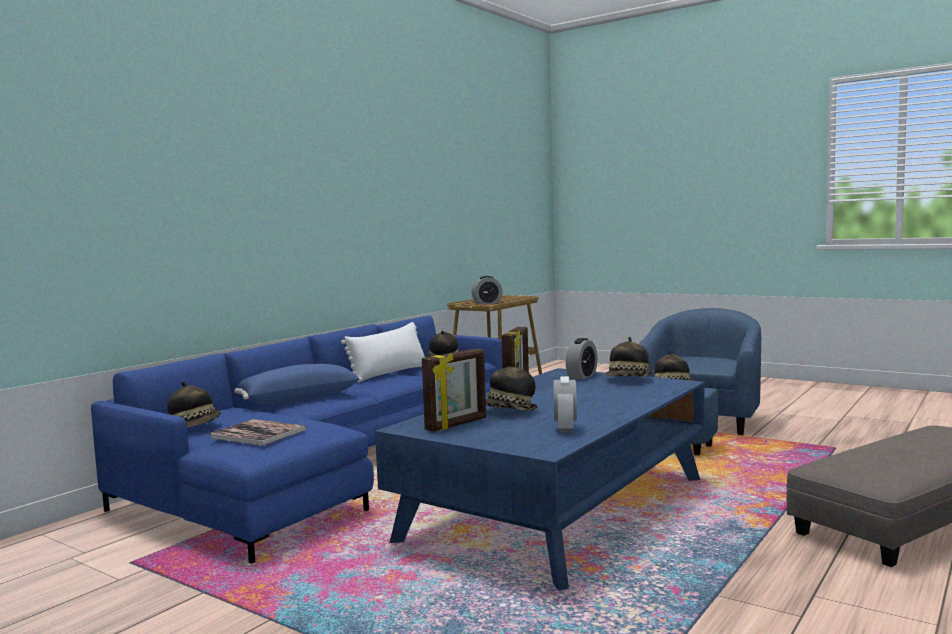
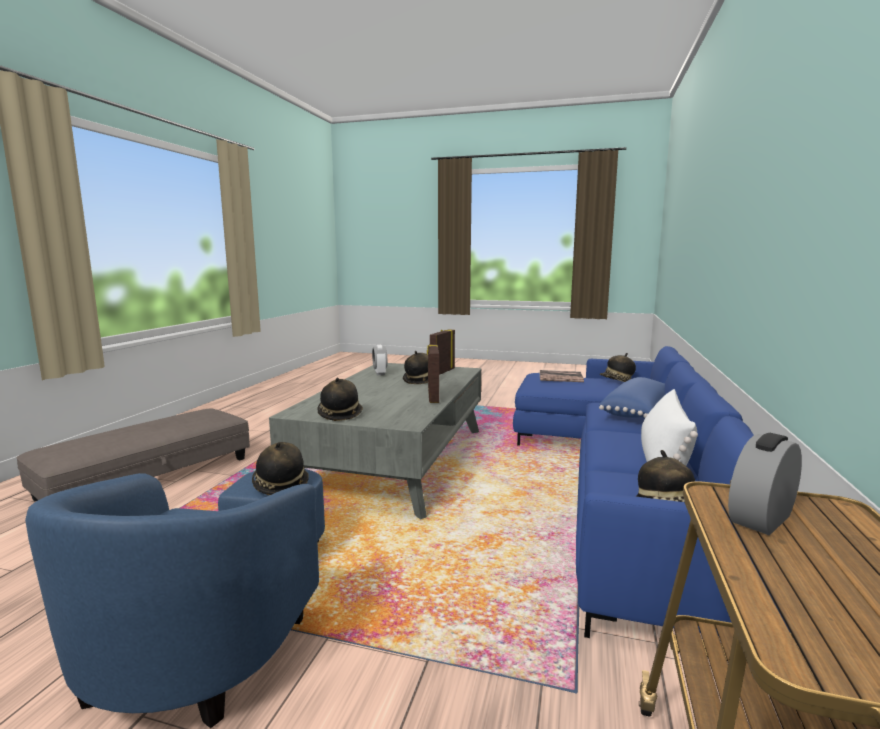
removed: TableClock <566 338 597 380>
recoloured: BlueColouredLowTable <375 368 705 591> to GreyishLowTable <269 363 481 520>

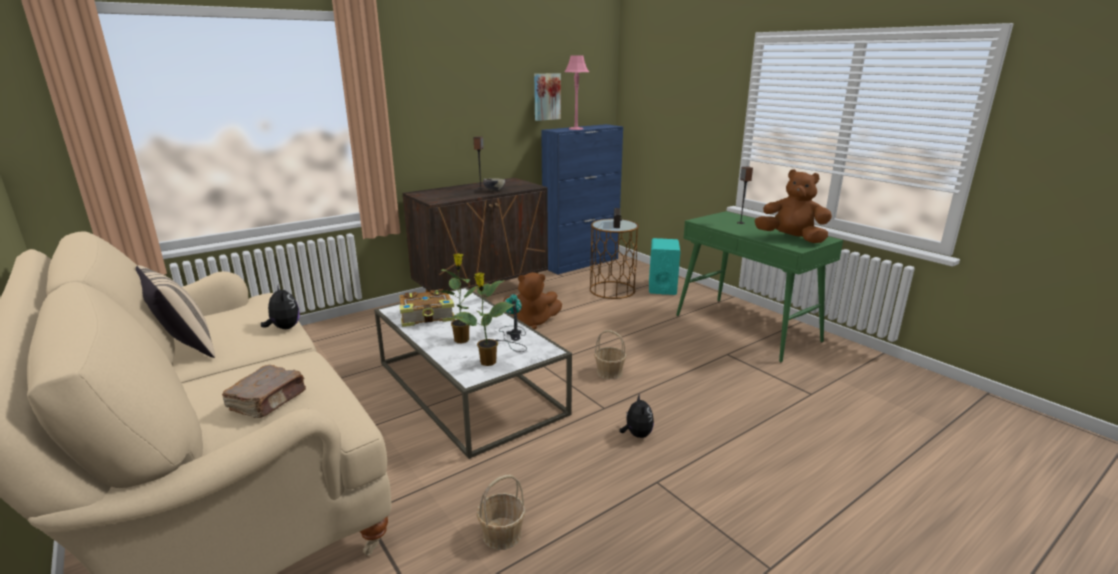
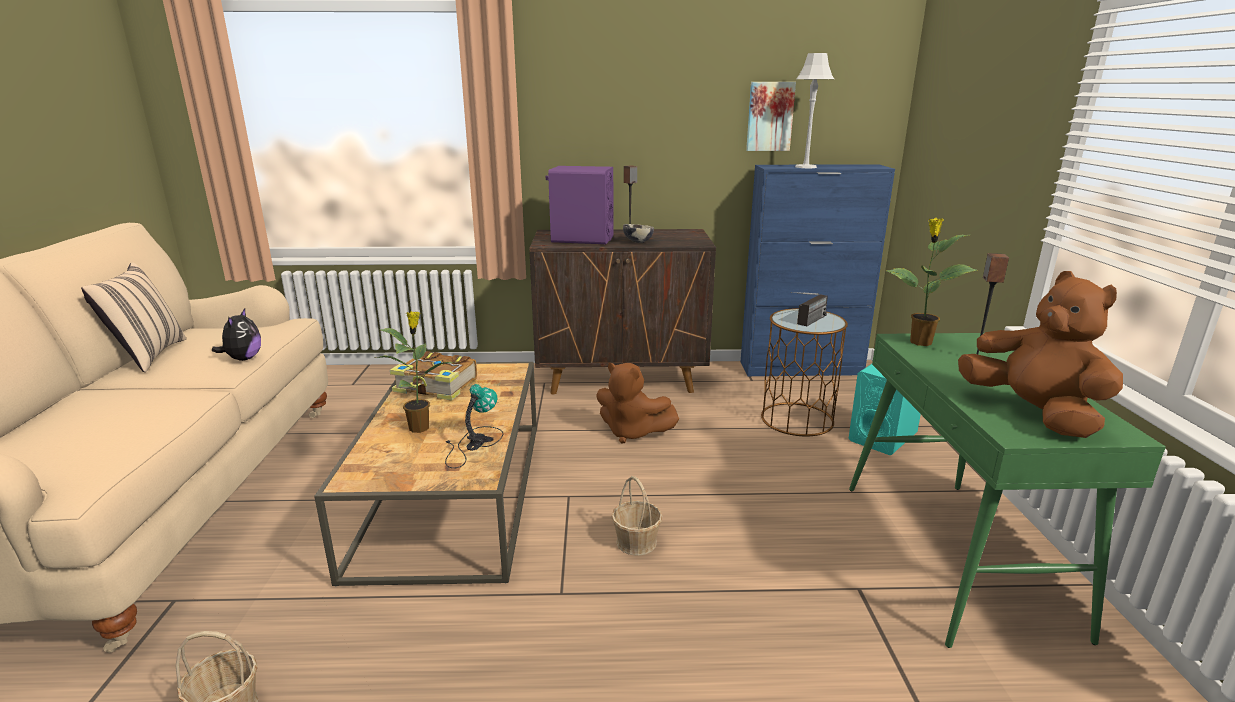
removed: BrownishVolume <222 365 306 418>; CuddlyToy <619 393 654 438>
added: PurpleColouredLoudspeaker <545 166 614 244>
moved: PlantInAPot <452 273 515 366> to <887 218 977 346>
recoloured: WhiteLowTable <374 287 572 459> to BrownishLowTable <314 362 537 586>; PinkTableLamp <564 56 589 130> to GreyishTableLamp <795 53 834 168>

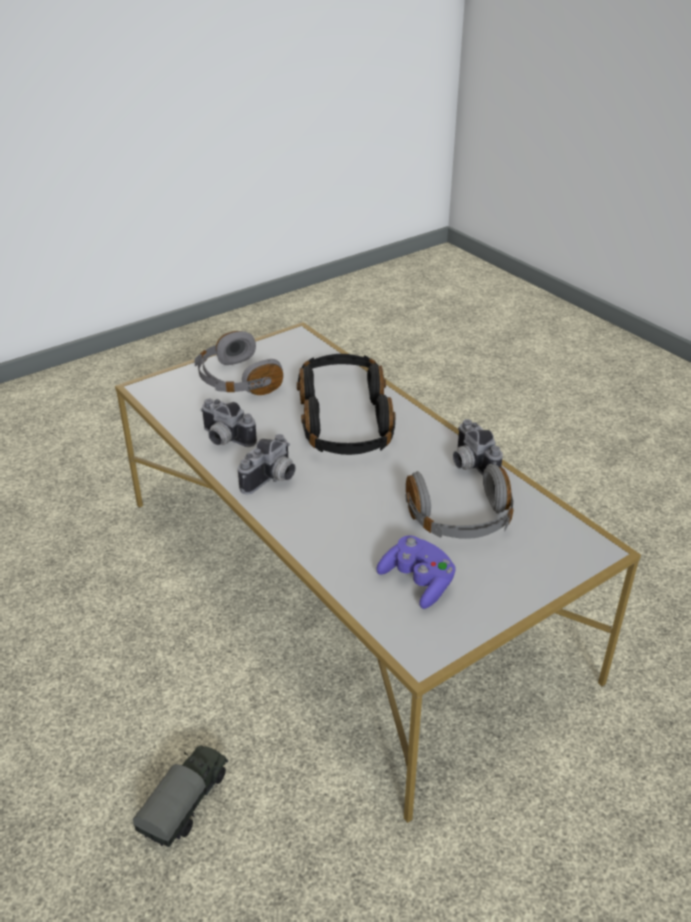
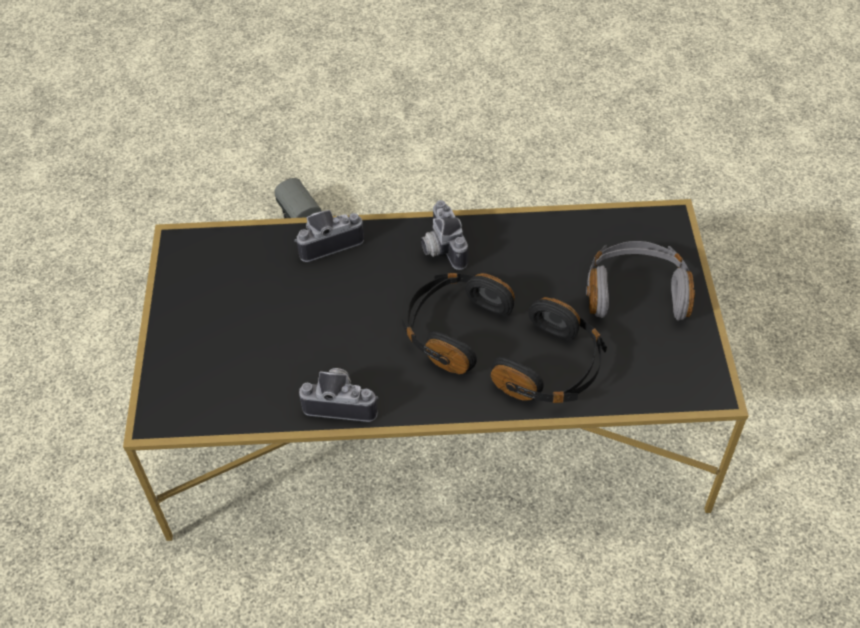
removed: PurpleColouredGameController <376 536 456 609>; GreyishPairOfHeadphones <405 464 513 539>
moved: StillCamera <200 399 257 447> to <294 210 364 262>
recoloured: WhiteLowTable <115 322 641 823> to BlackLowTable <123 199 749 541>

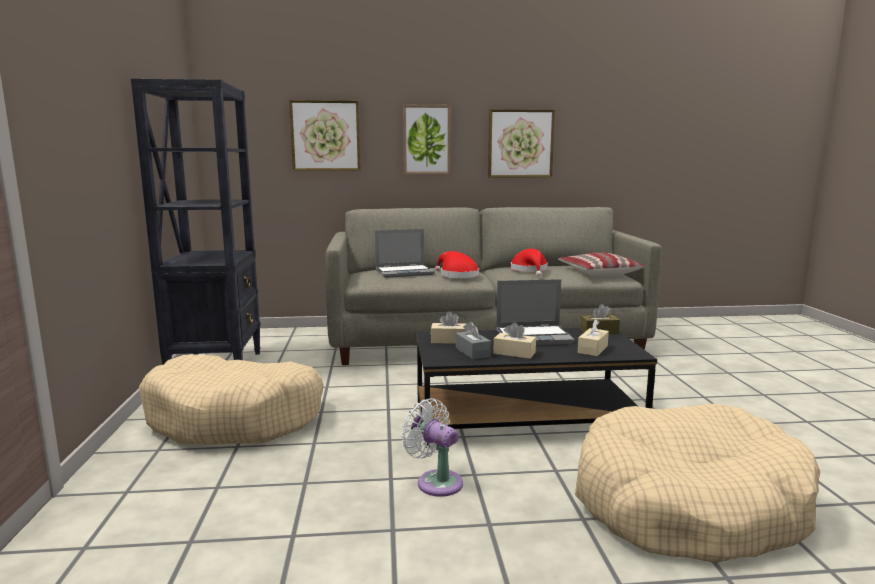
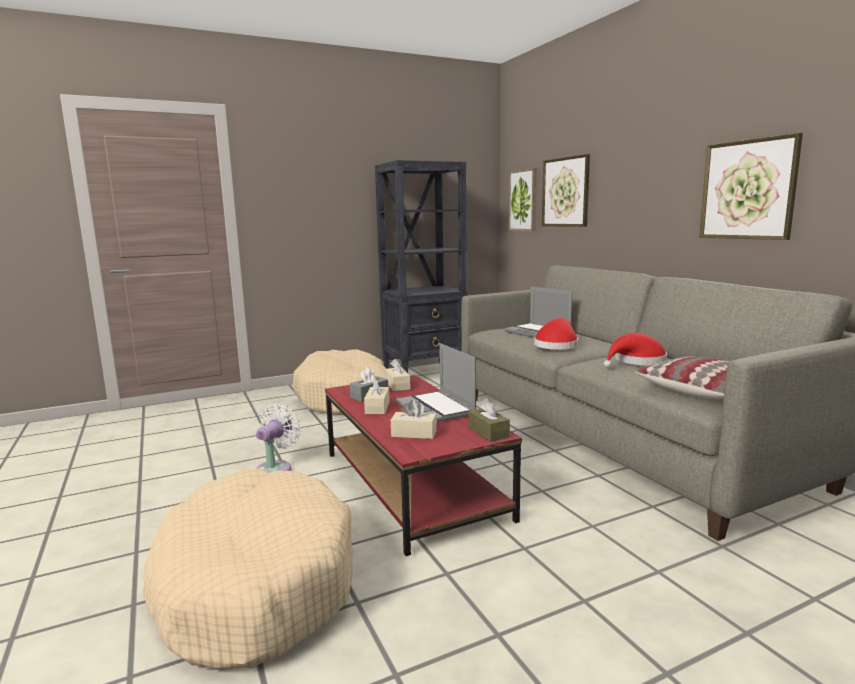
moved: WallArt <403 105 451 174> to <508 168 537 231>
recoloured: BlackLowTable <416 328 657 447> to RedLowTable <325 375 522 556>

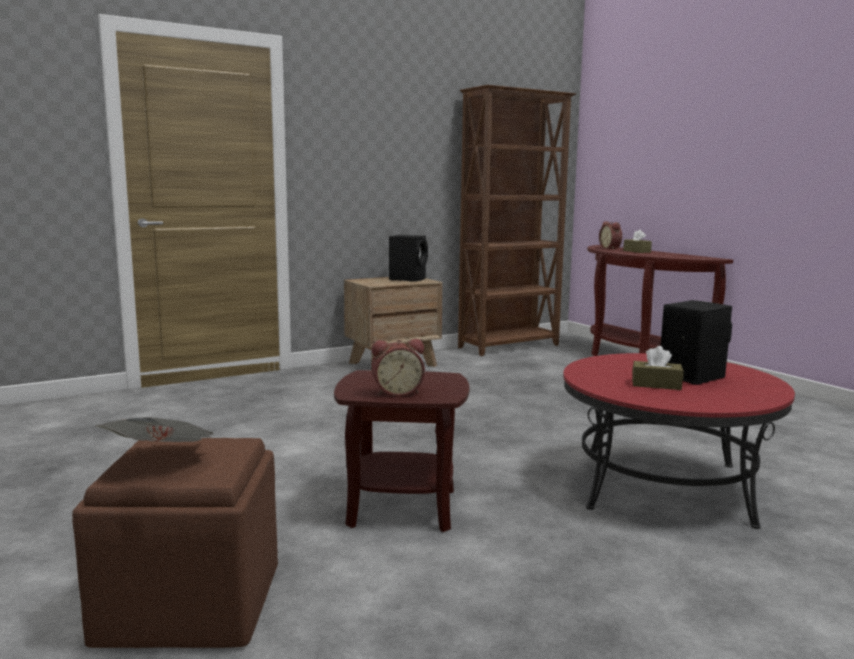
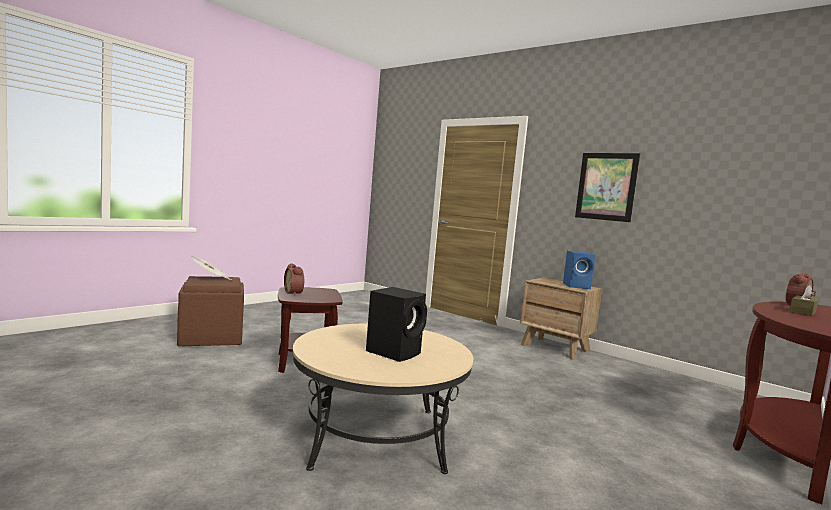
removed: BrownishBookshelf <458 85 576 356>; BrownishTissueBox <632 346 684 390>
added: WallArt <575 153 640 222>
recoloured: BlackLoudspeaker <389 235 428 282> to BlueColouredLoudspeaker <563 251 595 289>; RedLowTable <563 353 795 529> to BeigeLowTable <293 324 473 474>

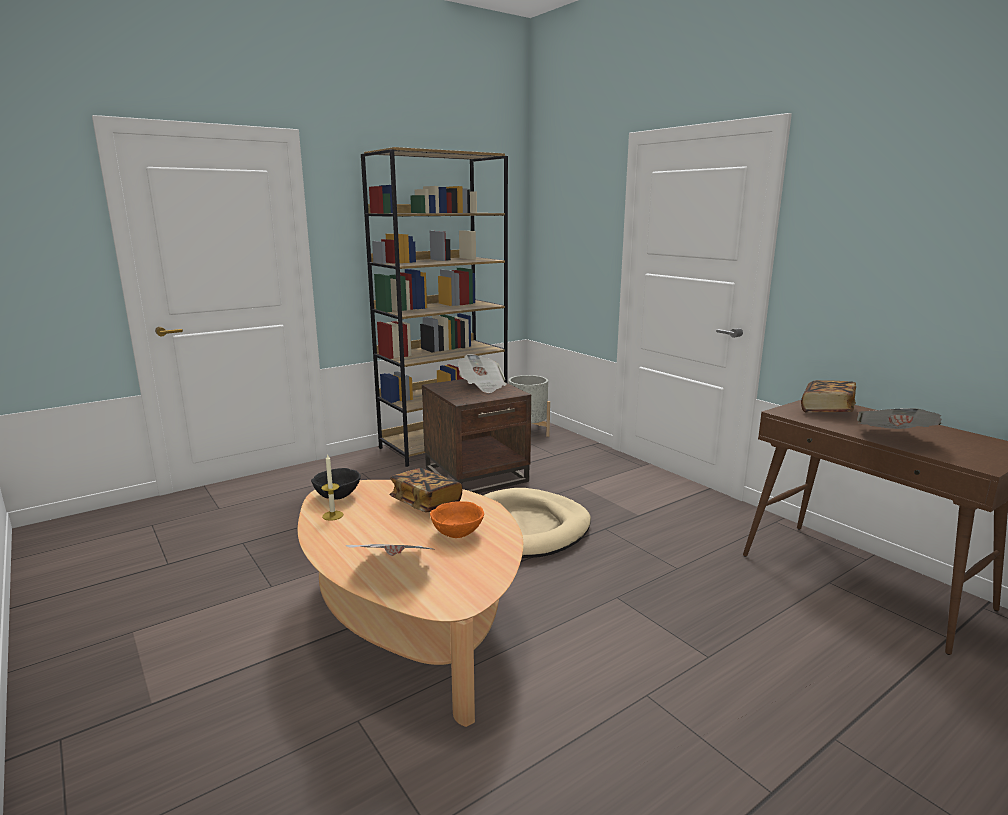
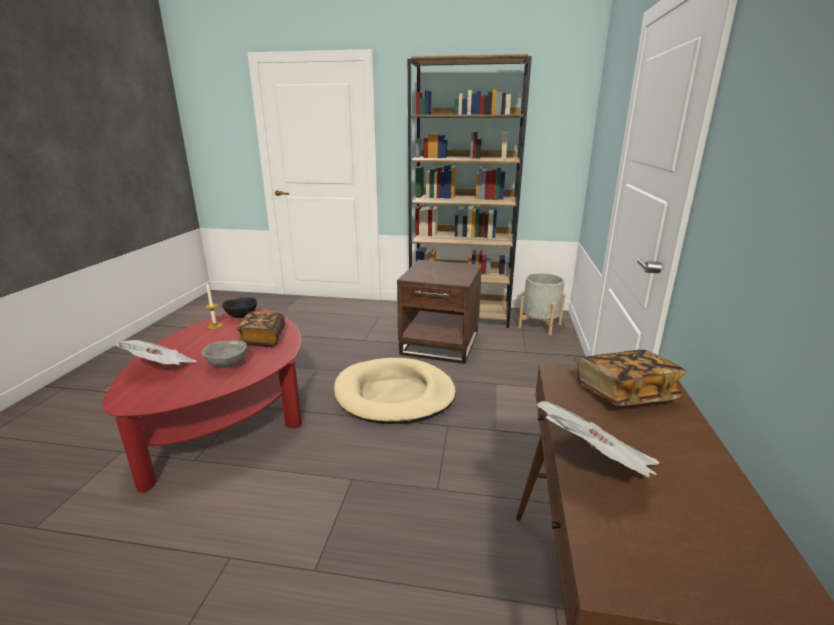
removed: PrintedPaper <458 354 507 393>
recoloured: BeigeLowTable <298 480 523 727> to RedLowTable <102 308 302 493>; OrangeyDeepDish <430 501 484 538> to GreyishDeepDish <202 340 247 368>

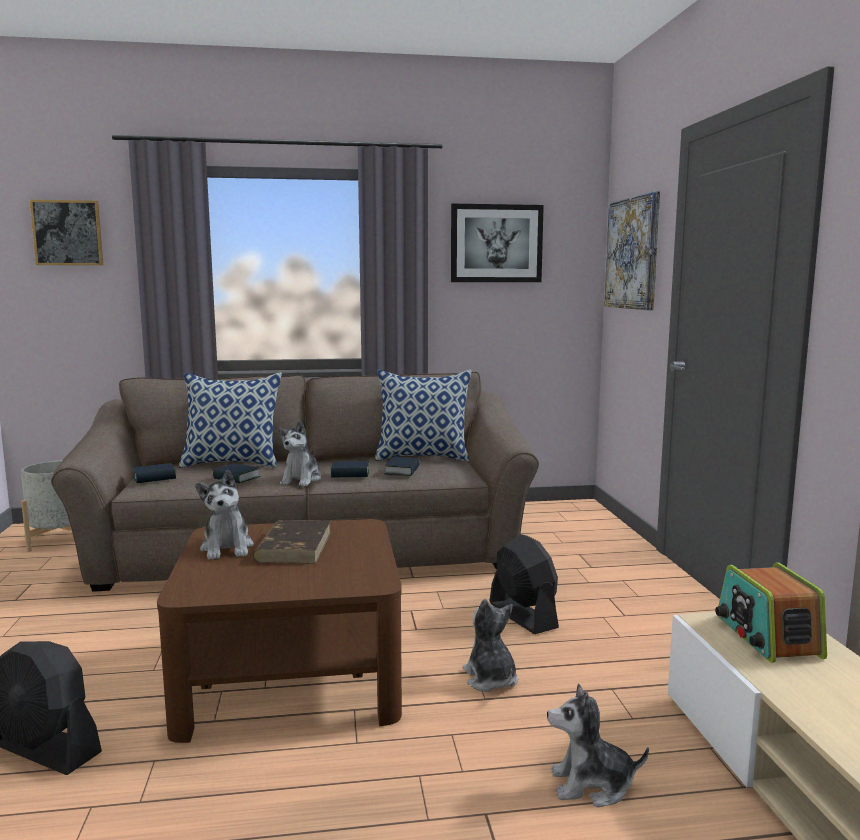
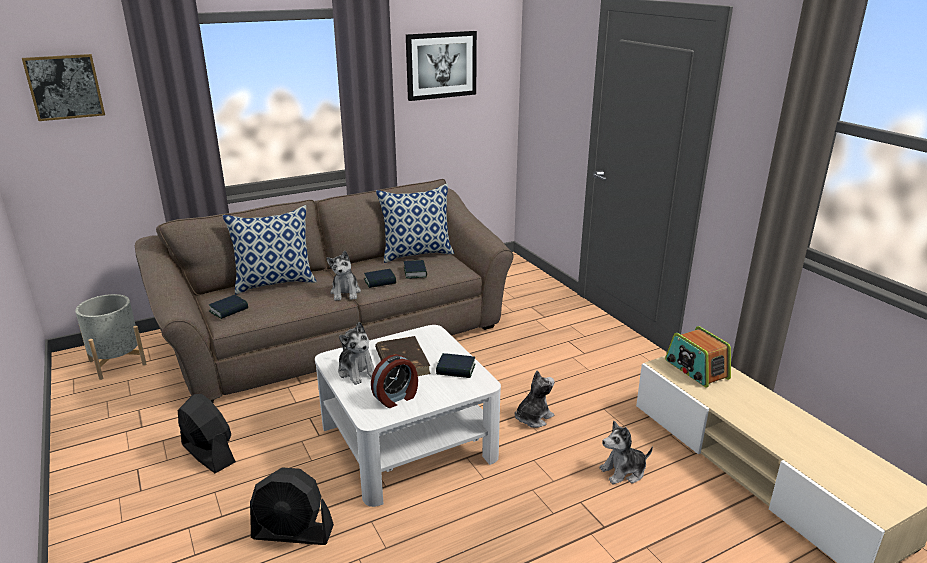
removed: WallArt <604 191 660 310>
added: TableClock <371 354 418 408>
moved: Volume <213 463 260 483> to <436 353 475 378>; BlackElectricFan <490 534 559 634> to <178 394 236 473>
recoloured: BrownishLowTable <157 519 402 743> to WhiteLowTable <315 325 501 507>
turned: CuddlyToy <463 599 518 692> = <515 370 555 428> 90 degrees clockwise

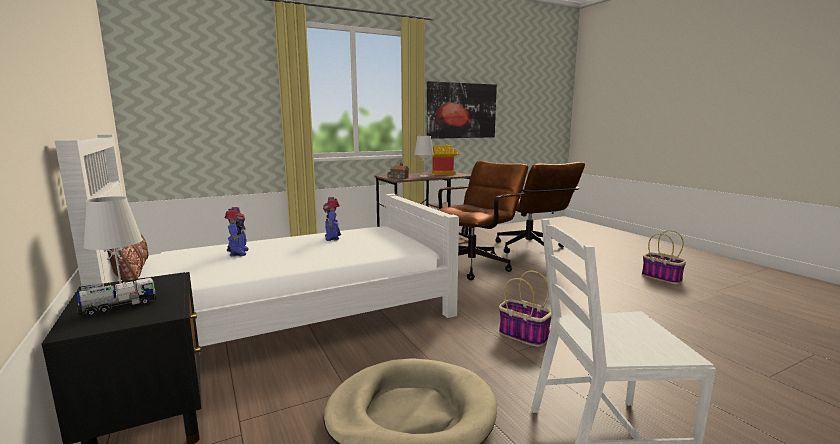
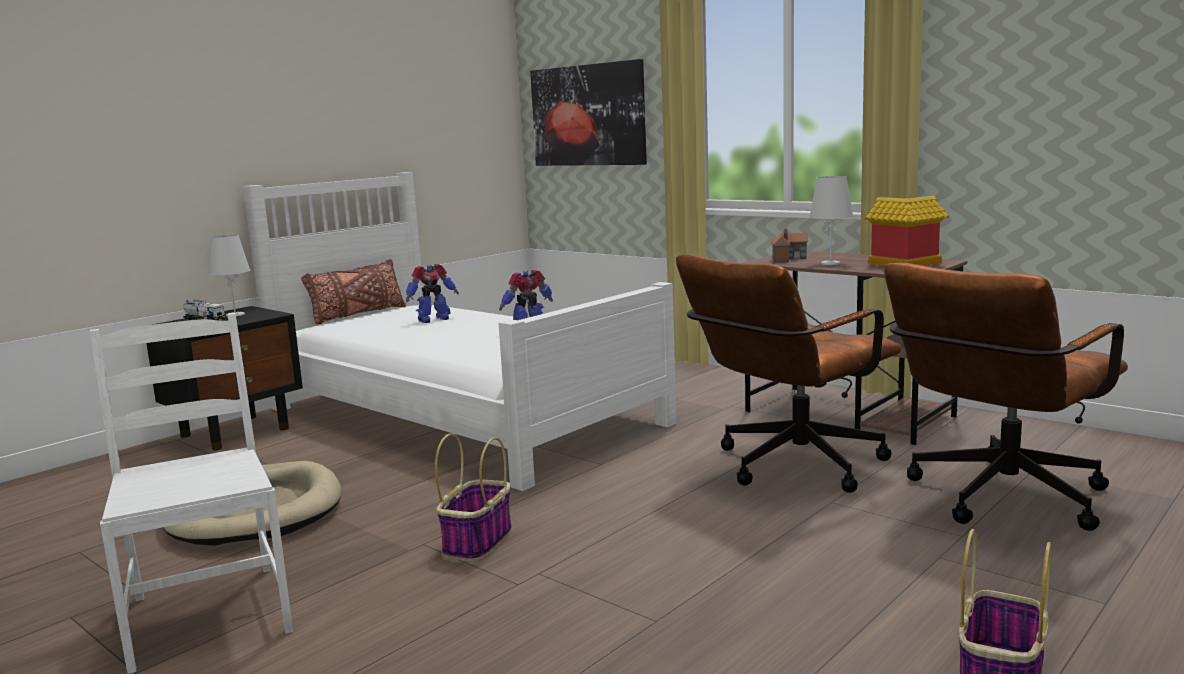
moved: WallArt <427 81 497 139> to <530 59 647 166>
turned: BrownishOfficeChair <437 161 528 280> = <676 254 902 493> 120 degrees clockwise

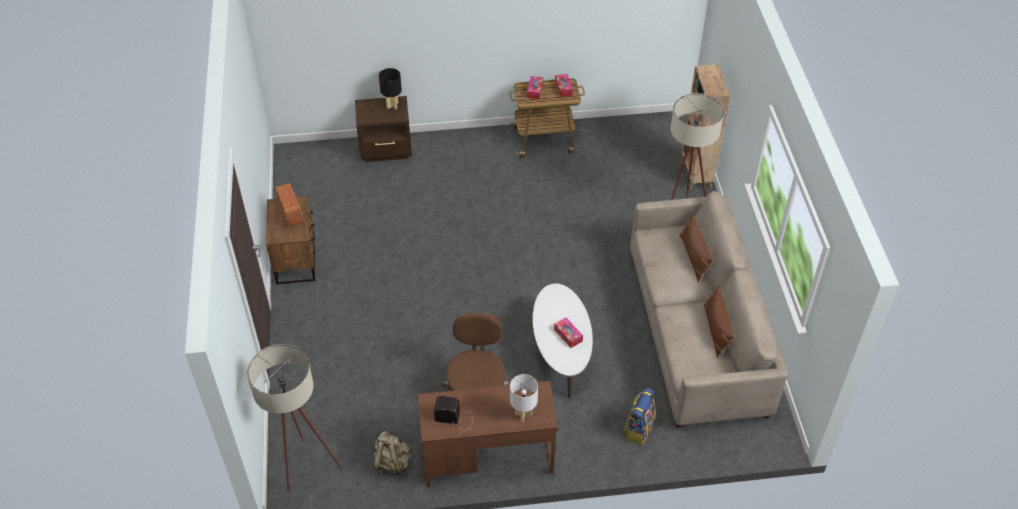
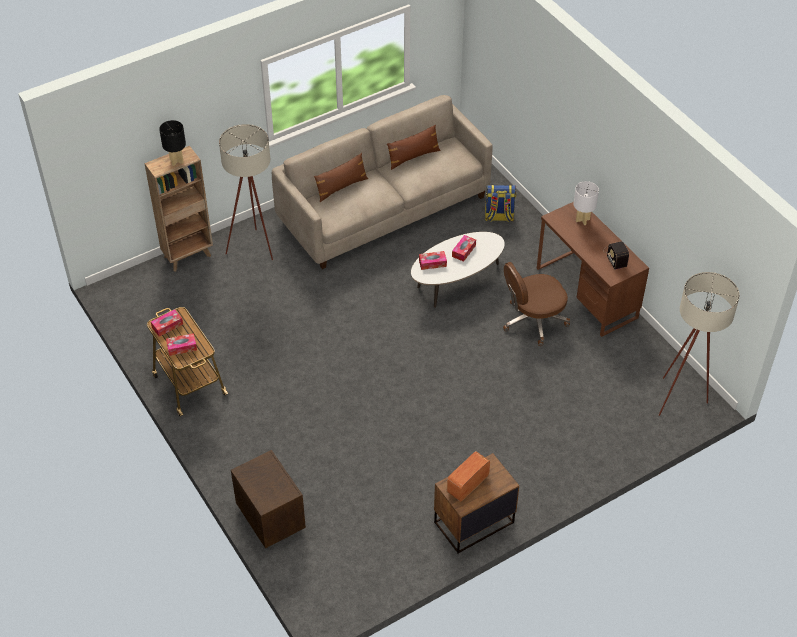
removed: BeigeKnapsack <373 431 411 475>
added: TissueBox <419 251 447 270>
moved: BlackTableLamp <379 68 402 109> to <159 120 186 166>

